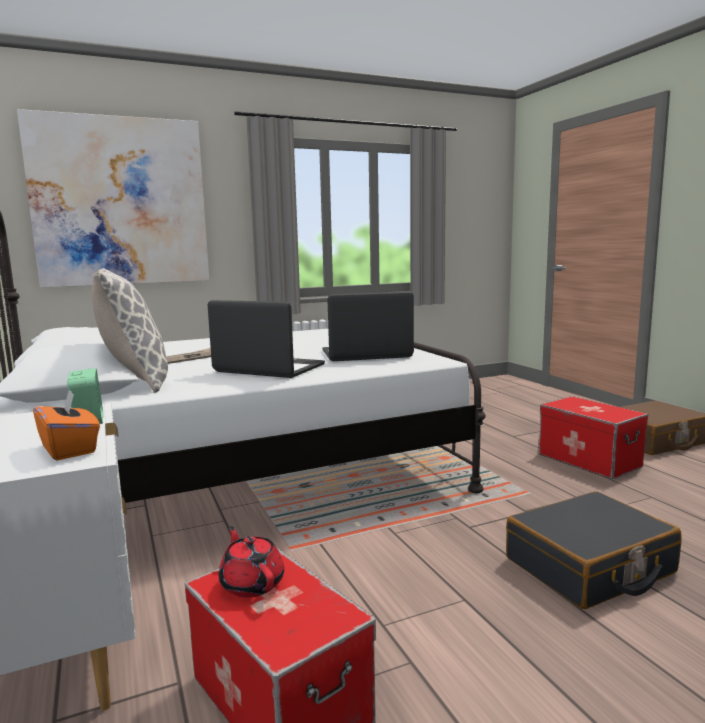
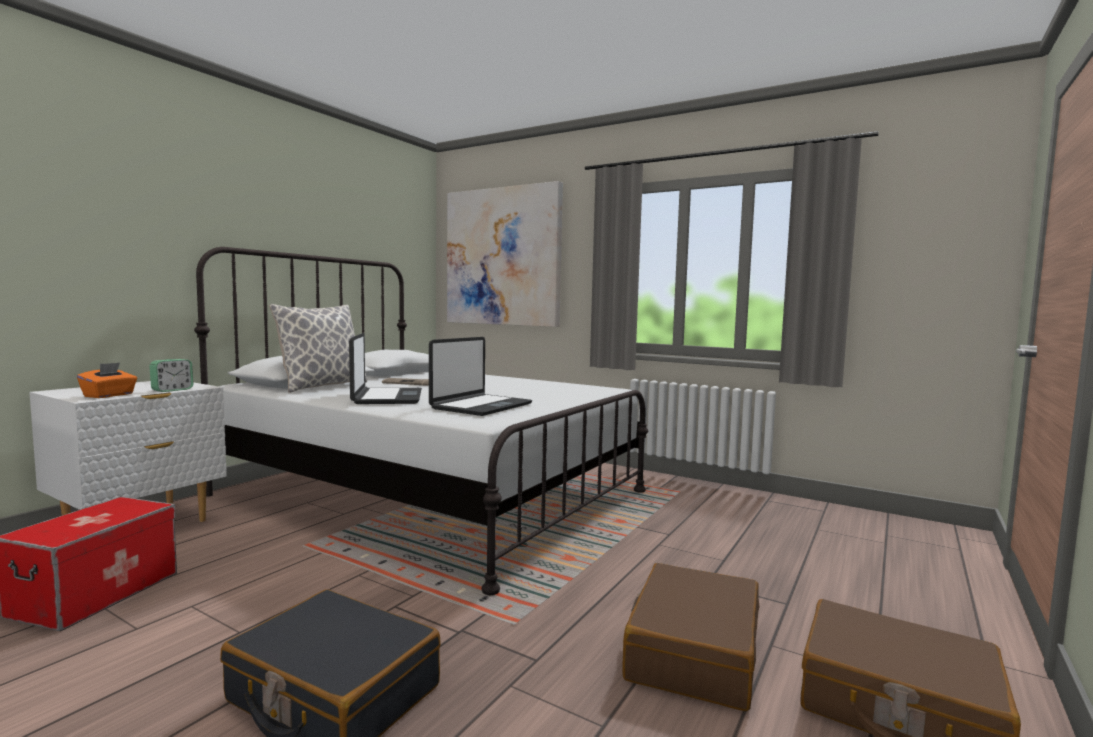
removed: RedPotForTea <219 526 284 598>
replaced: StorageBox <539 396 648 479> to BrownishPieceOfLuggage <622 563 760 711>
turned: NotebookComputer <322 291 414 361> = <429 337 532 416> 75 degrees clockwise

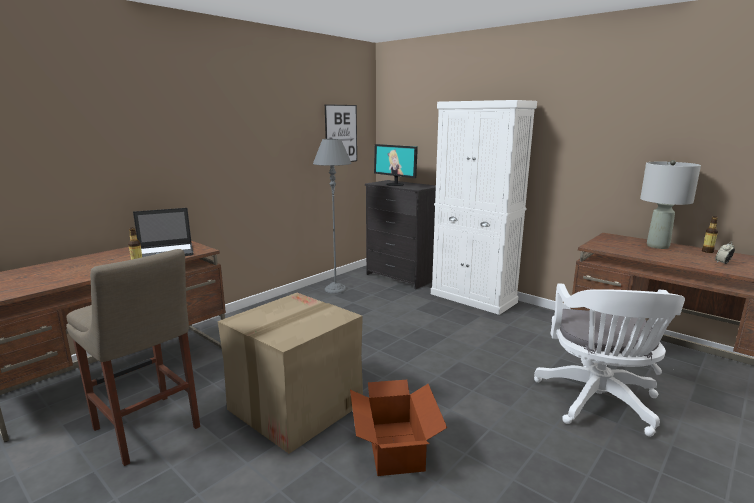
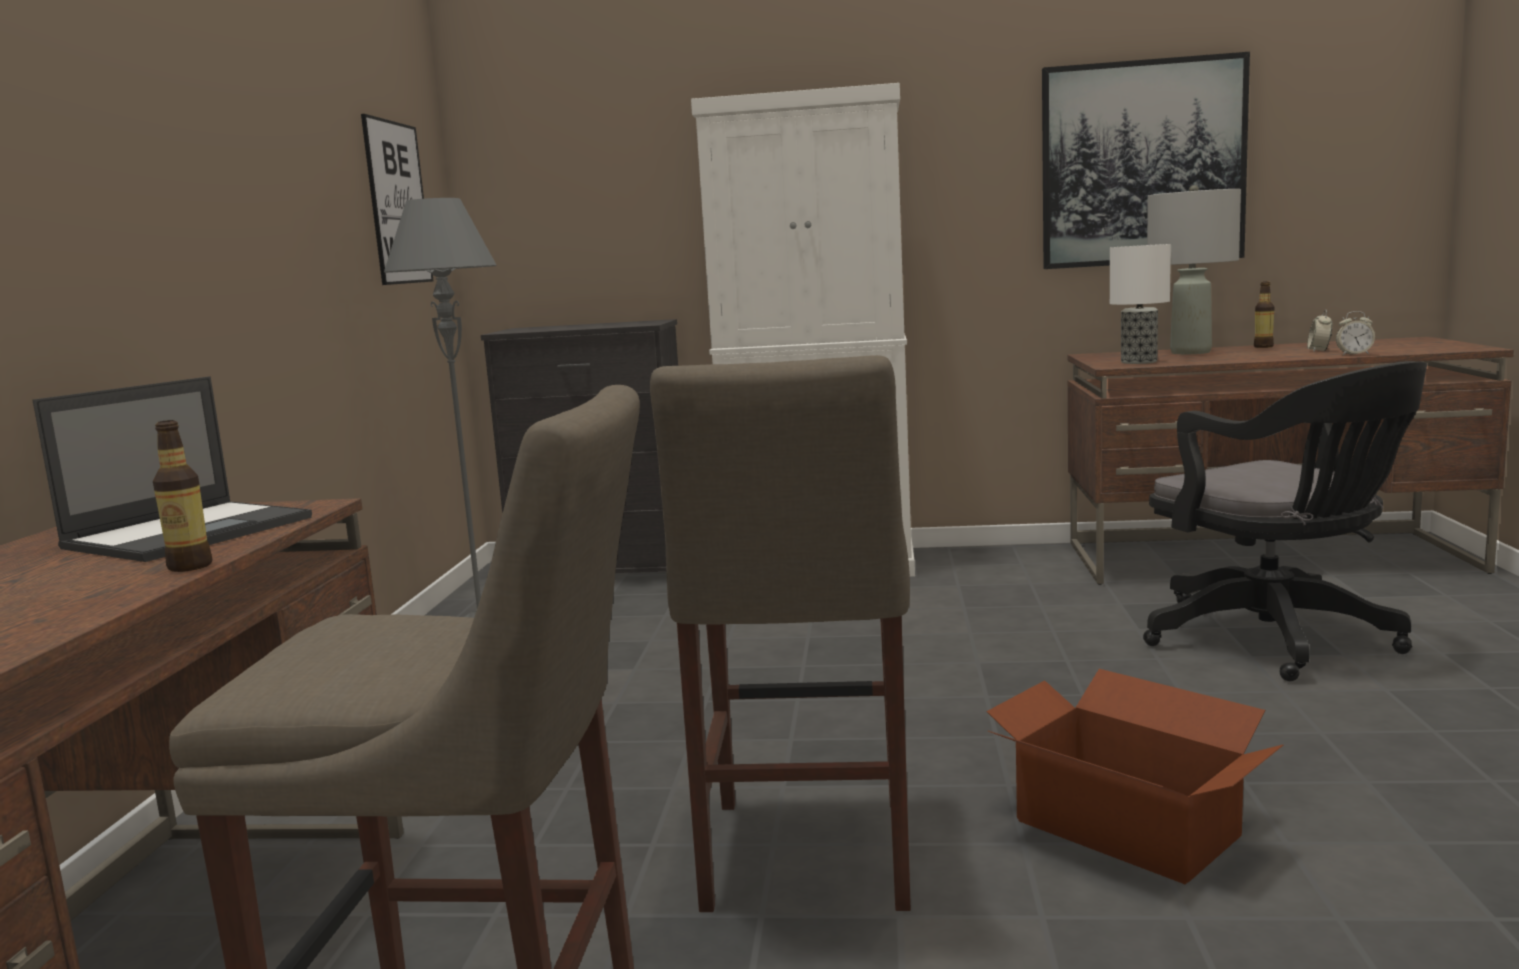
removed: Monitor <374 144 418 186>
added: WallArt <1042 52 1250 269>; TableLamp <1110 244 1171 364>; TableClock <1336 311 1375 355>
replaced: Carton <218 293 363 454> to BeigeSittingStool <650 355 911 912>
recoloured: WhiteOfficeChair <534 283 685 437> to BlackOfficeChair <1143 361 1427 681>

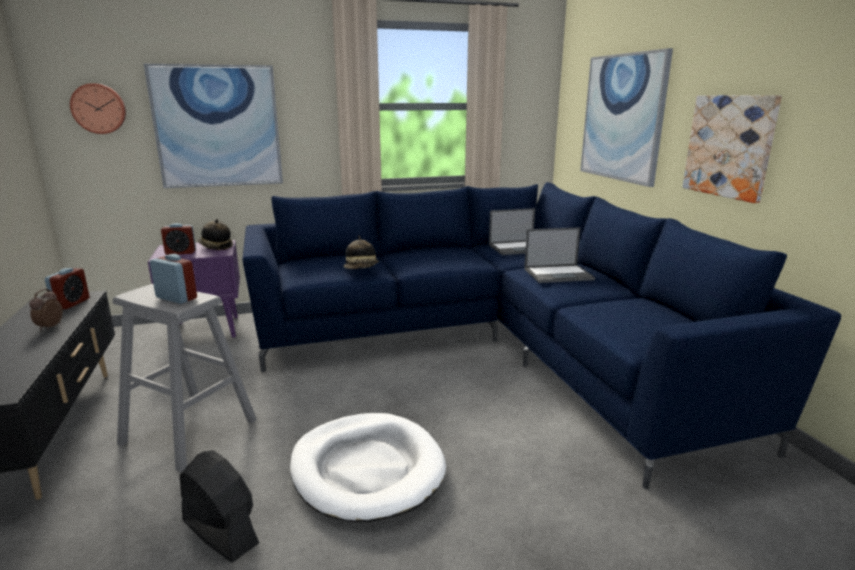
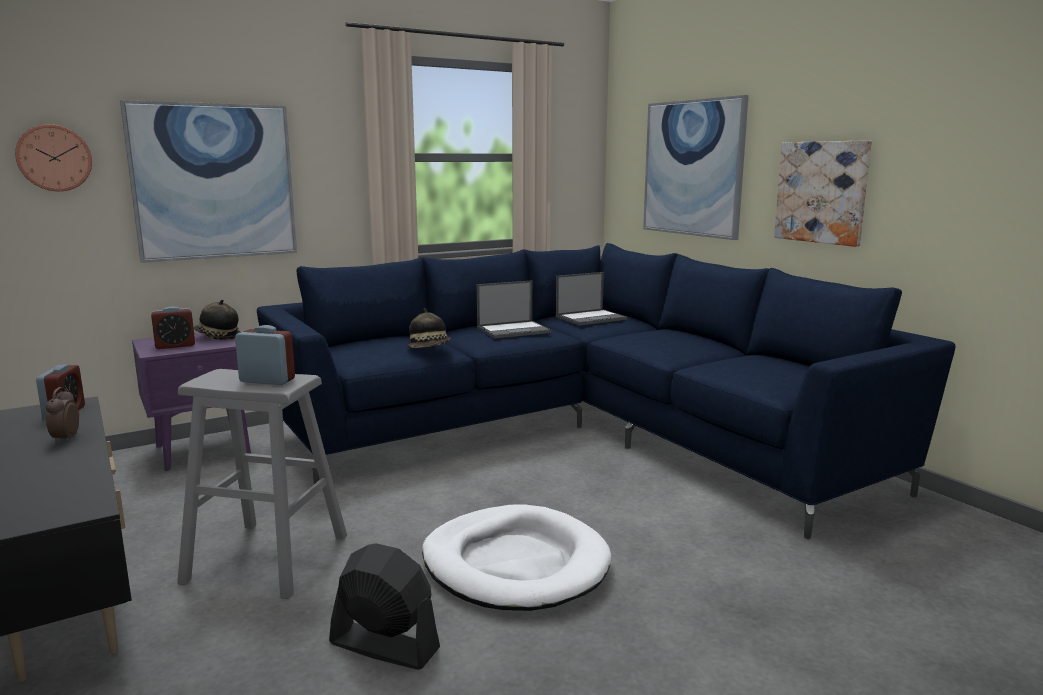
moved: NotebookComputer <524 227 595 283> to <477 280 552 339>

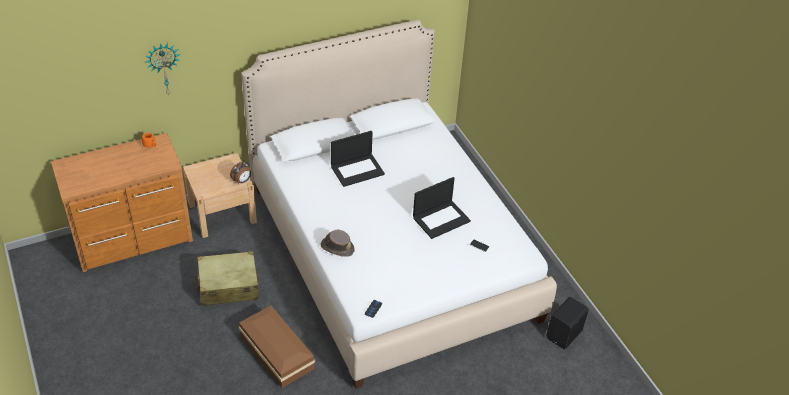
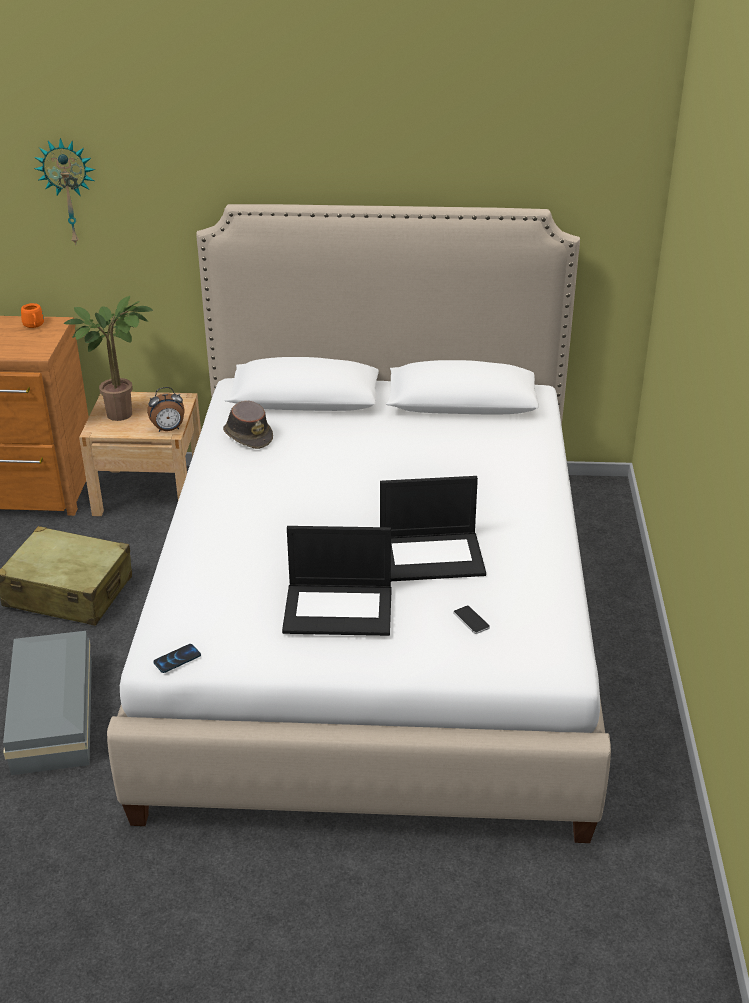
removed: BlackLoudspeaker <546 297 589 349>
added: PlantInAPot <63 296 153 421>
moved: BrownishHat <321 230 354 257> to <223 401 273 449>; NotebookComputer <331 131 385 187> to <282 526 392 636>
recoloured: BrownishStorageBox <238 306 315 388> to GreyishStorageBox <3 631 92 775>

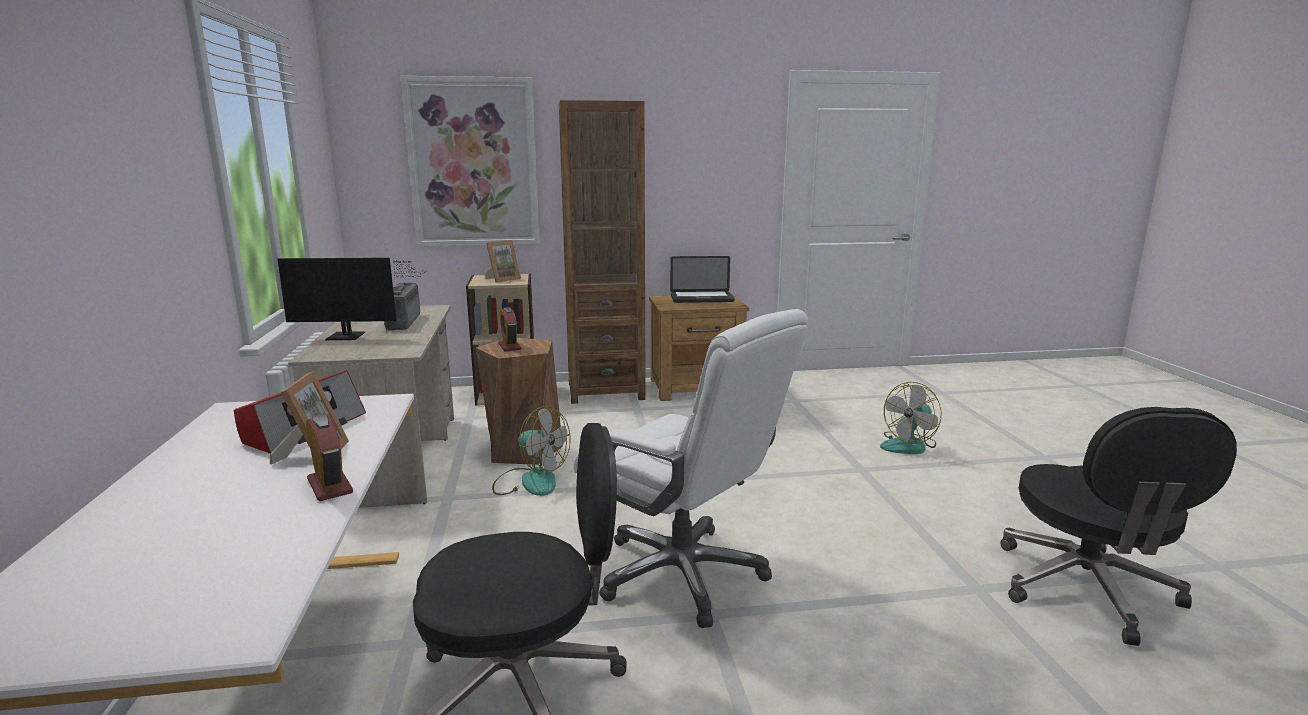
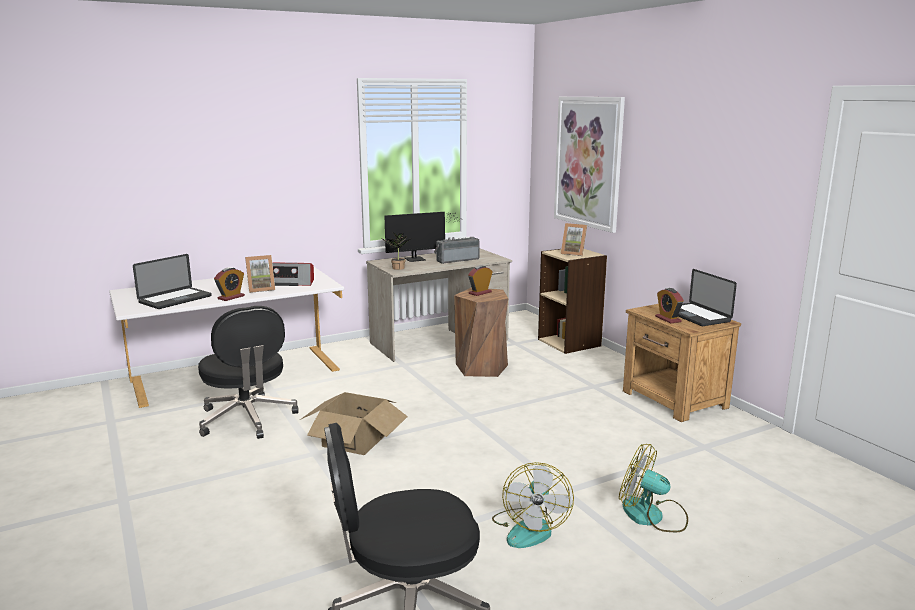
removed: BrownishBookshelf <559 100 646 404>
added: NotebookComputer <133 254 212 309>; PlantInAPot <382 233 412 270>; TableClock <655 288 684 324>
moved: ElectricFan <492 406 570 496> to <492 462 574 548>
replaced: WhiteOfficeChair <573 309 808 628> to Carton <300 392 408 455>
turned: Monitor <277 258 426 340> = <384 212 463 262> 90 degrees counterclockwise

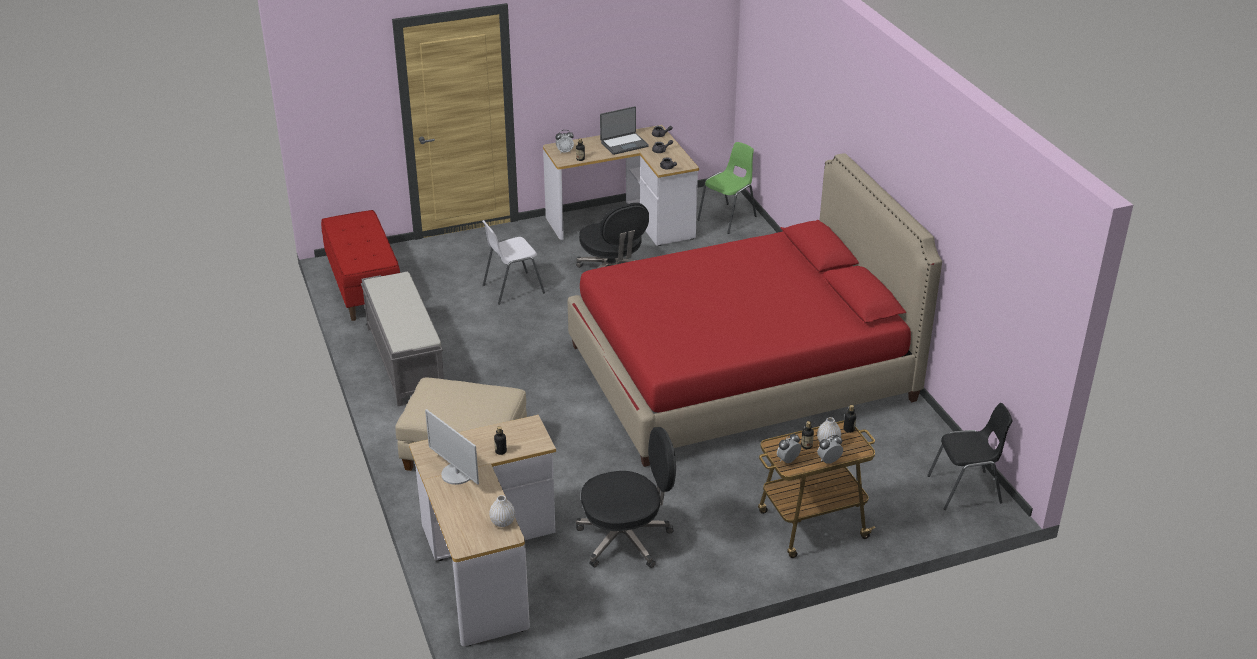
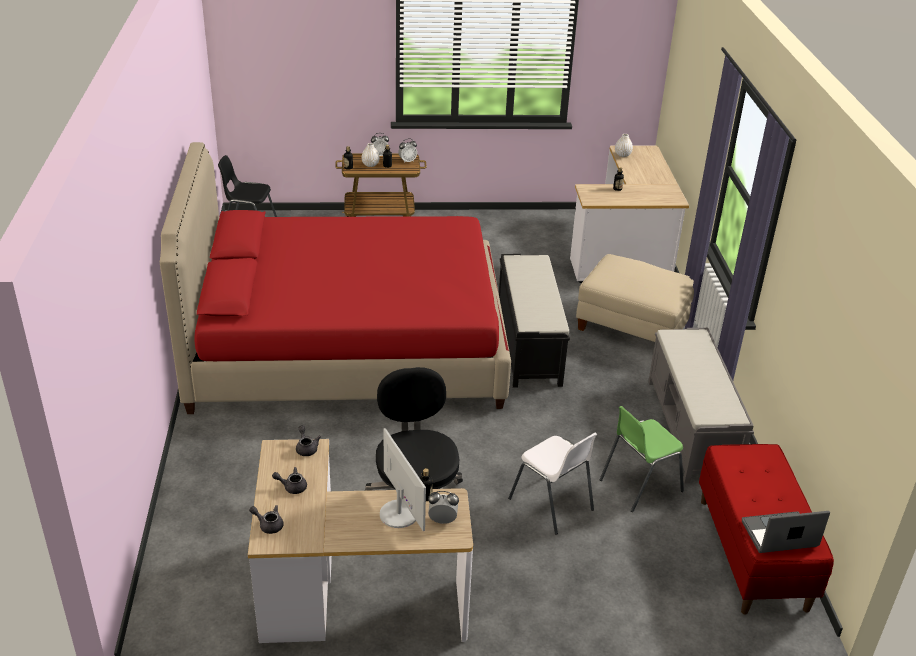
removed: BlackOfficeChair <576 427 676 568>
added: BlackBench <499 254 570 388>
moved: Monitor <425 409 479 485> to <380 428 426 531>; NotebookComputer <600 106 649 155> to <742 511 830 553>; GreenishChair <698 142 756 234> to <599 406 684 512>
turned: WhiteChair <482 220 545 305> = <508 433 597 535> 60 degrees clockwise

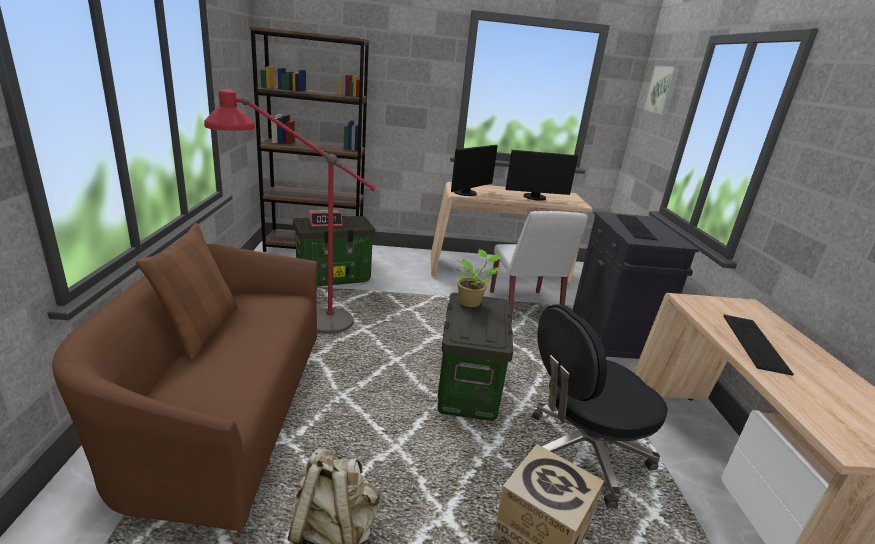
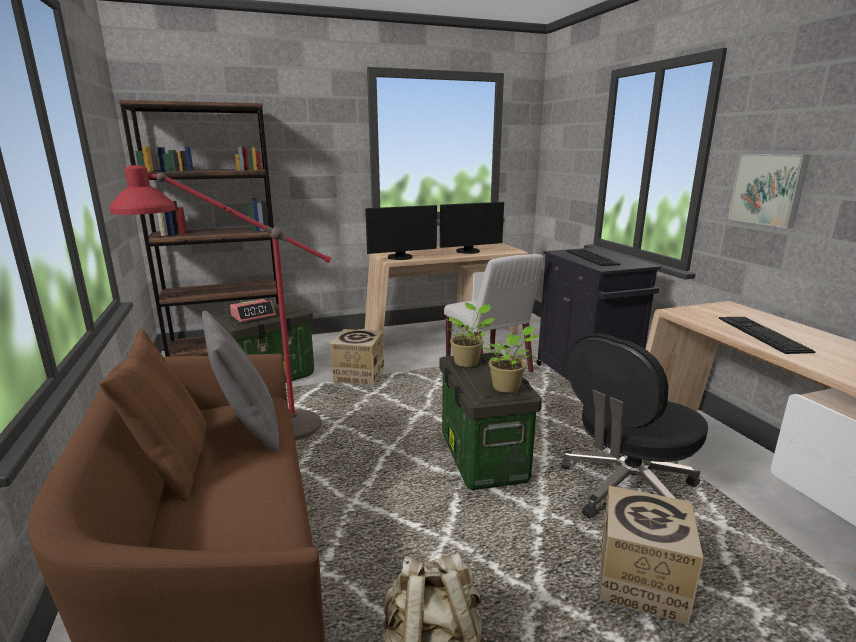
added: GreyishPillow <202 310 279 451>; Carton <330 329 384 385>; PlantInAPot <480 326 539 393>
moved: WallArt <644 65 680 115> to <728 154 810 228>
turned: Monitor <451 145 498 196> = <365 205 437 260> 45 degrees clockwise

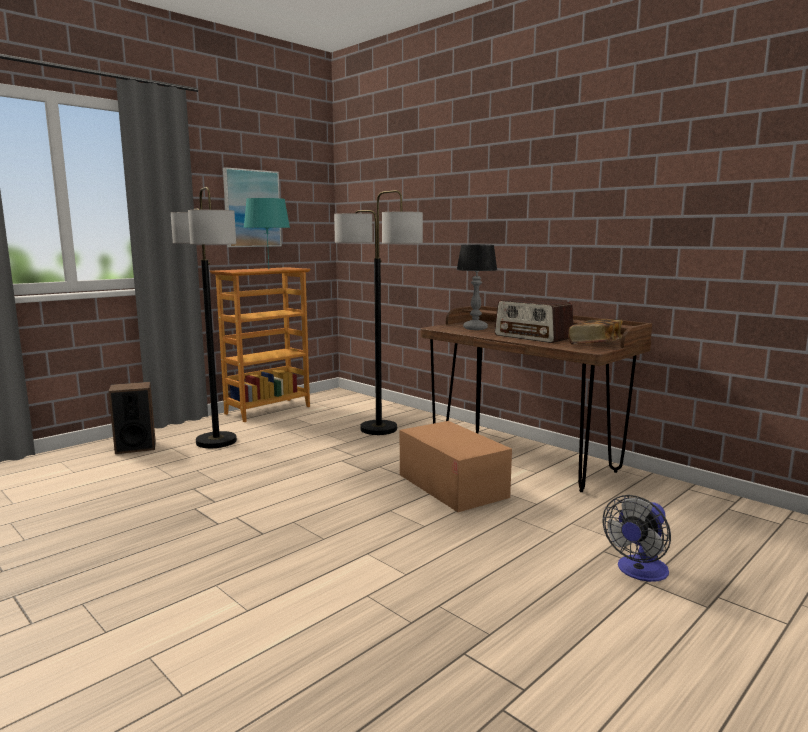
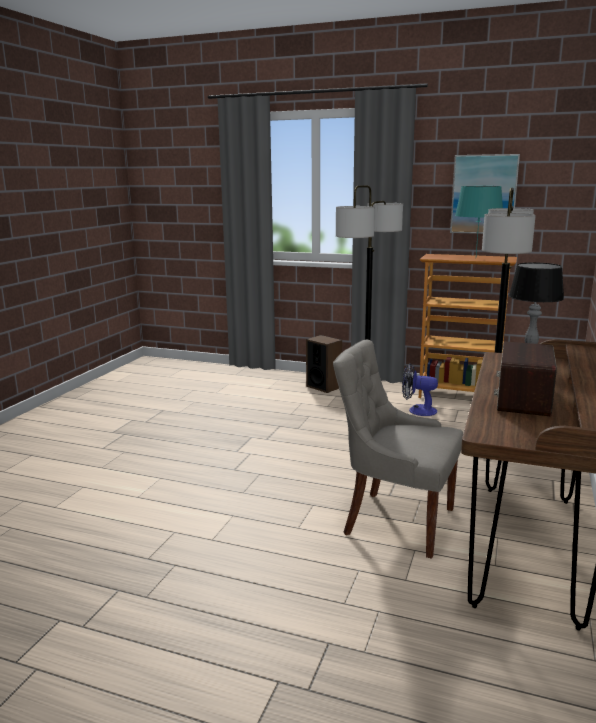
removed: Volume <568 319 623 344>
moved: ElectricFan <603 495 671 582> to <402 363 438 416>
replaced: Carton <400 421 512 512> to GreyishChair <333 340 463 559>

